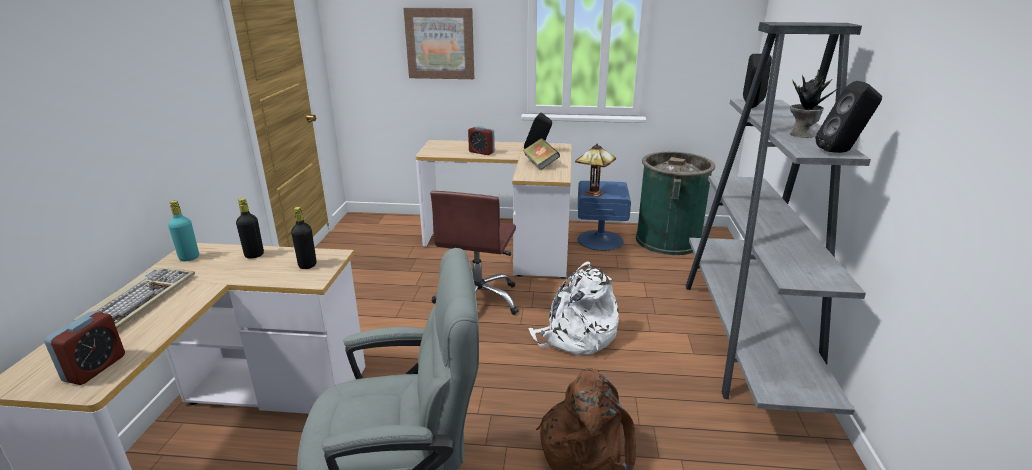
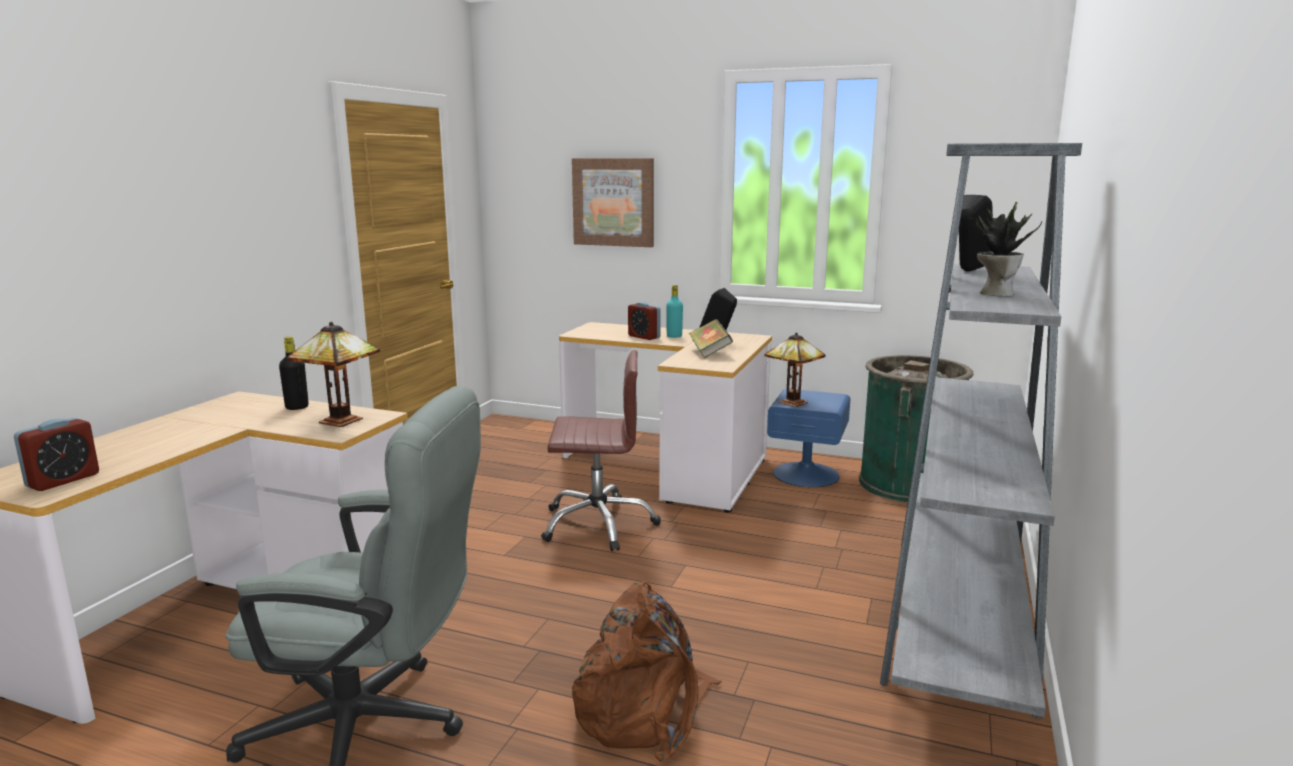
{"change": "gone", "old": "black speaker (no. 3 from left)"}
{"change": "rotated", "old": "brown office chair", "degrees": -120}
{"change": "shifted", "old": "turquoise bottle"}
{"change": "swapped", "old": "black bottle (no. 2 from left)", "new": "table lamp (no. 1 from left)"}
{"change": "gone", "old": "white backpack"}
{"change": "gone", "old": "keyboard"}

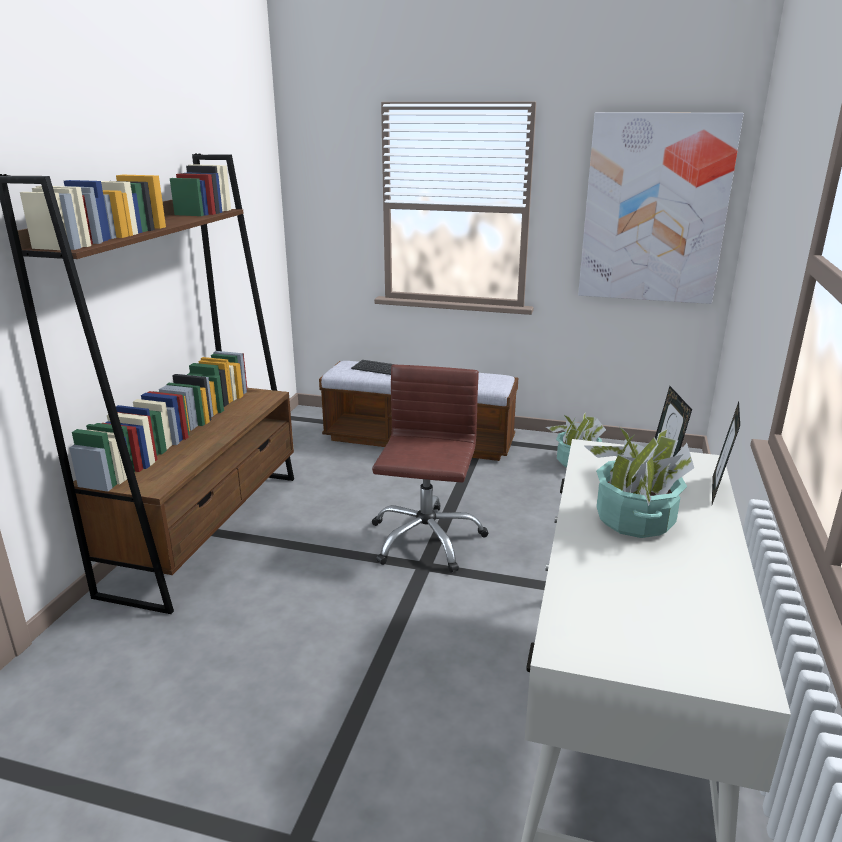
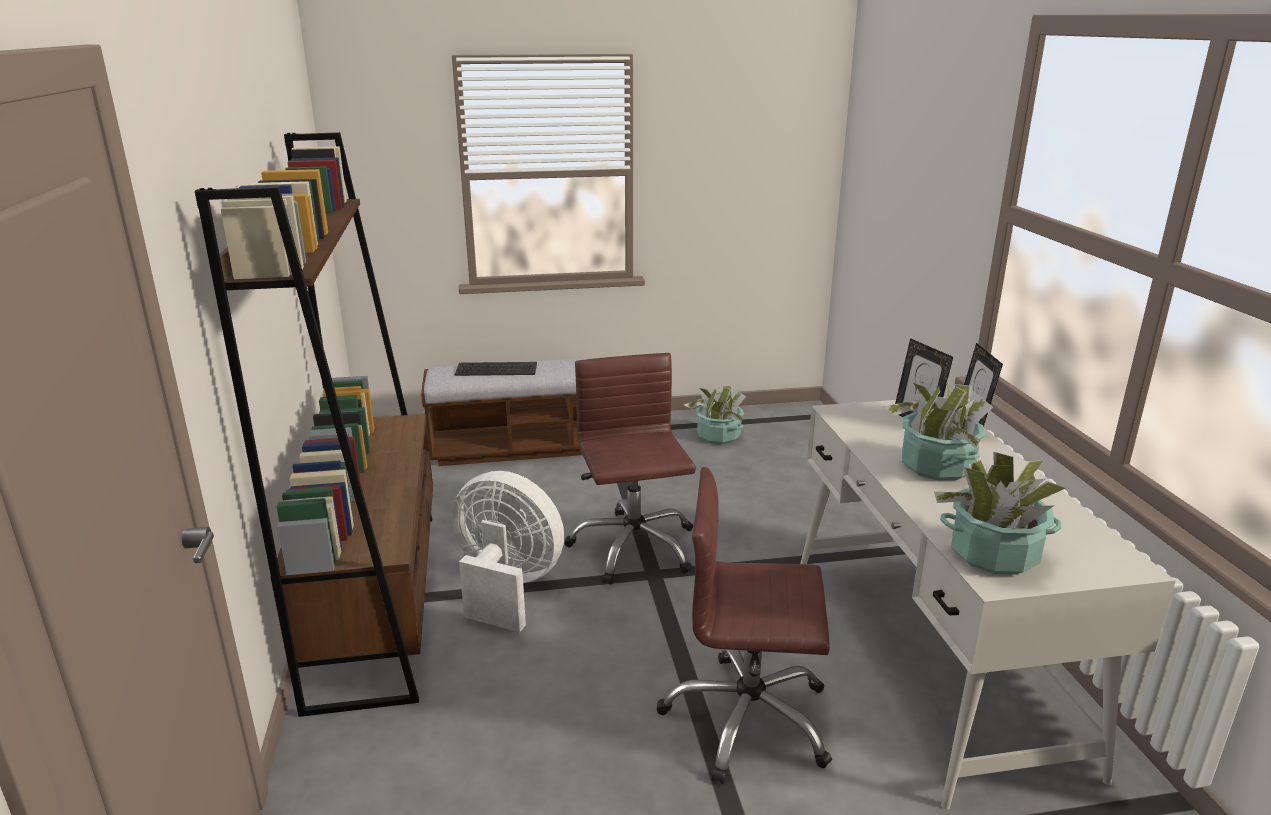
{"change": "gone", "old": "picture"}
{"change": "new", "new": "potted plant (no. 3 from left)"}
{"change": "new", "new": "brown office chair (no. 2 from left)"}
{"change": "new", "new": "white fan"}

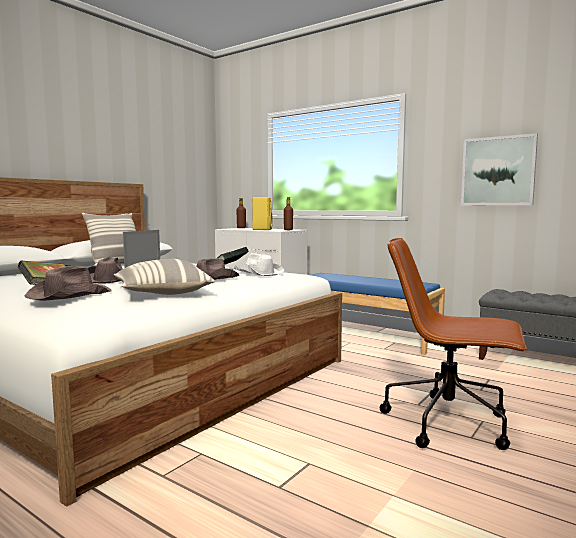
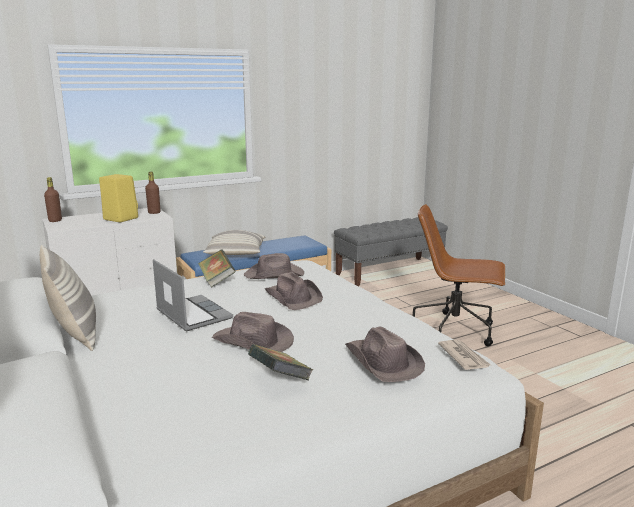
{"change": "gone", "old": "picture"}
{"change": "rotated", "old": "brown office chair", "degrees": 60}
{"change": "repainted", "old": "white hat", "new": "brown hat (no. 2 from left)"}
{"change": "shifted", "old": "pillow (no. 2 from left)"}
{"change": "new", "new": "newspaper"}

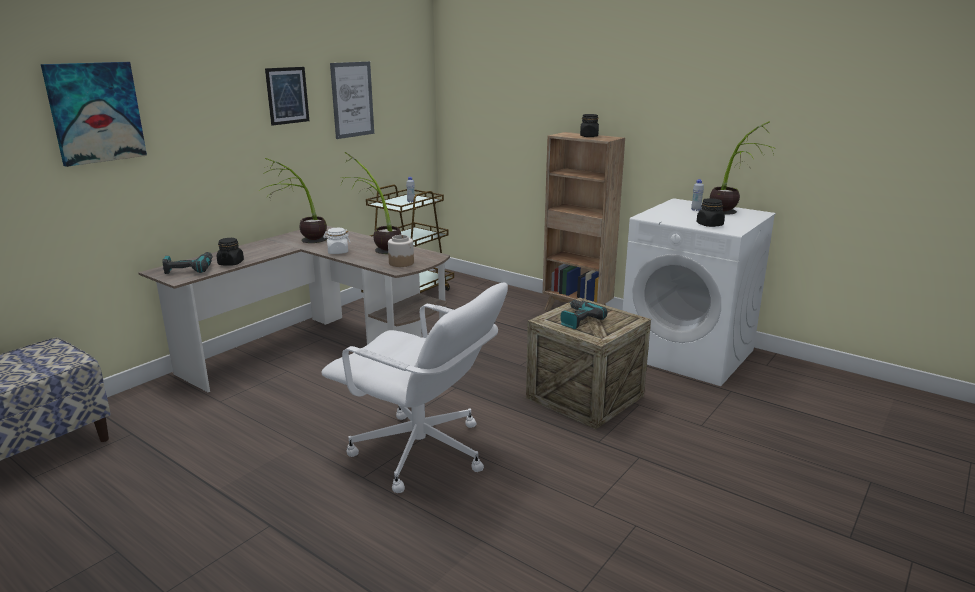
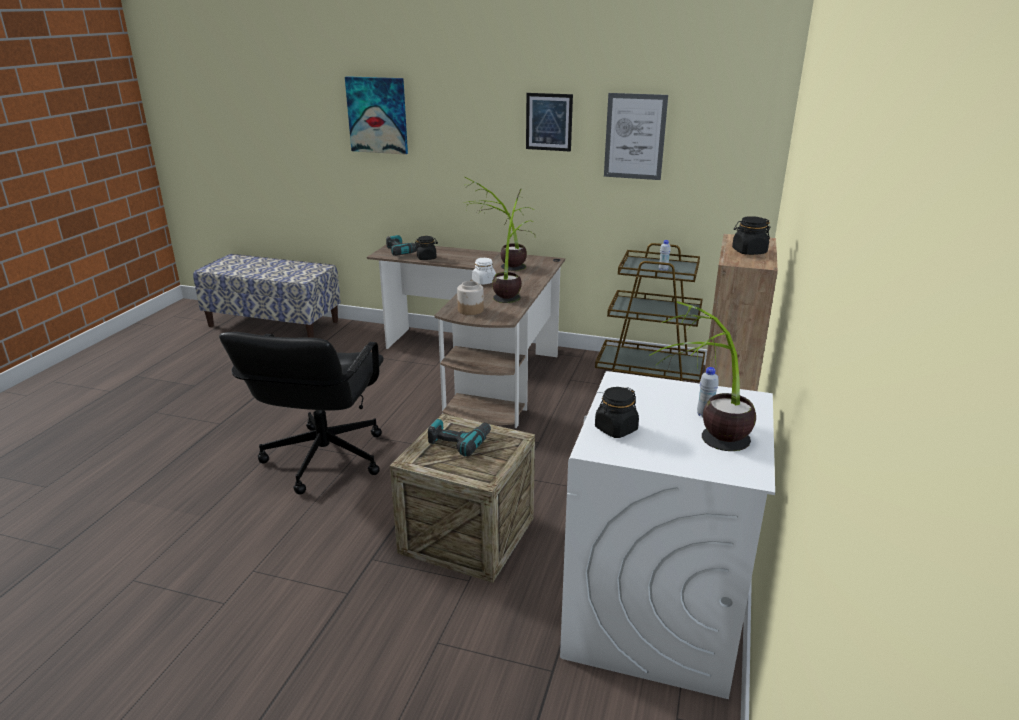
{"change": "repainted", "old": "white office chair", "new": "black office chair"}

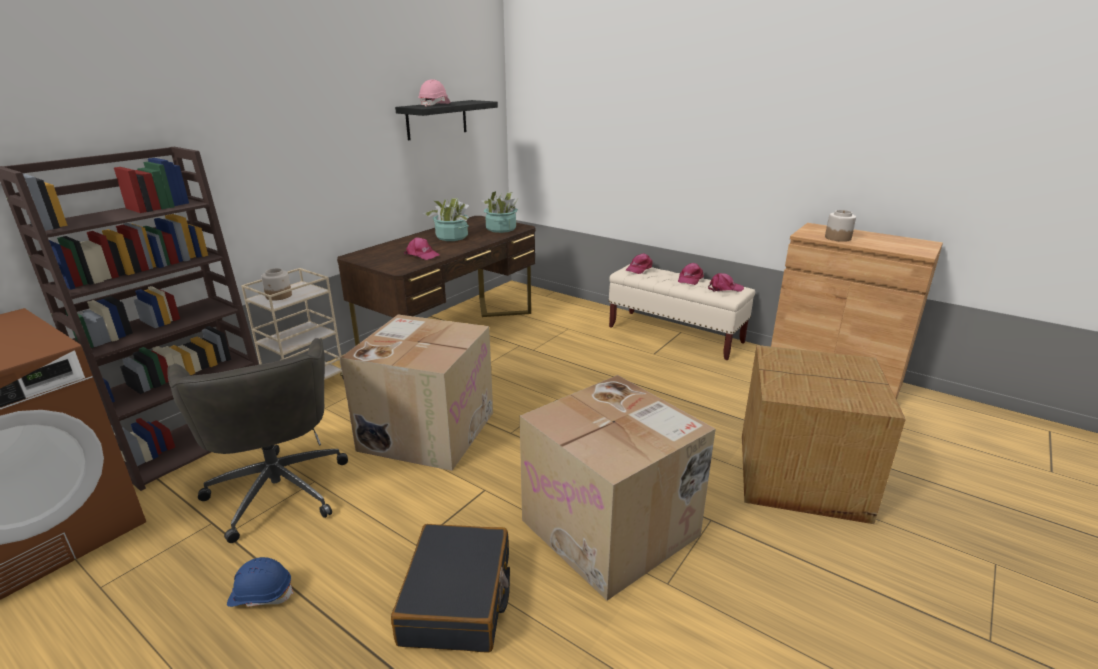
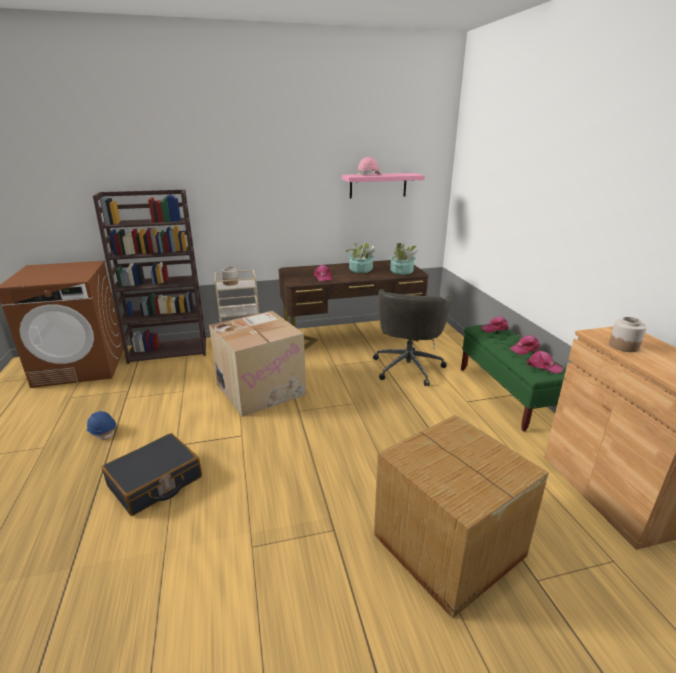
{"change": "repainted", "old": "black shelf", "new": "pink shelf"}
{"change": "repainted", "old": "beige bench", "new": "green bench"}
{"change": "shifted", "old": "grey office chair"}
{"change": "gone", "old": "cardboard box (no. 2 from left)"}

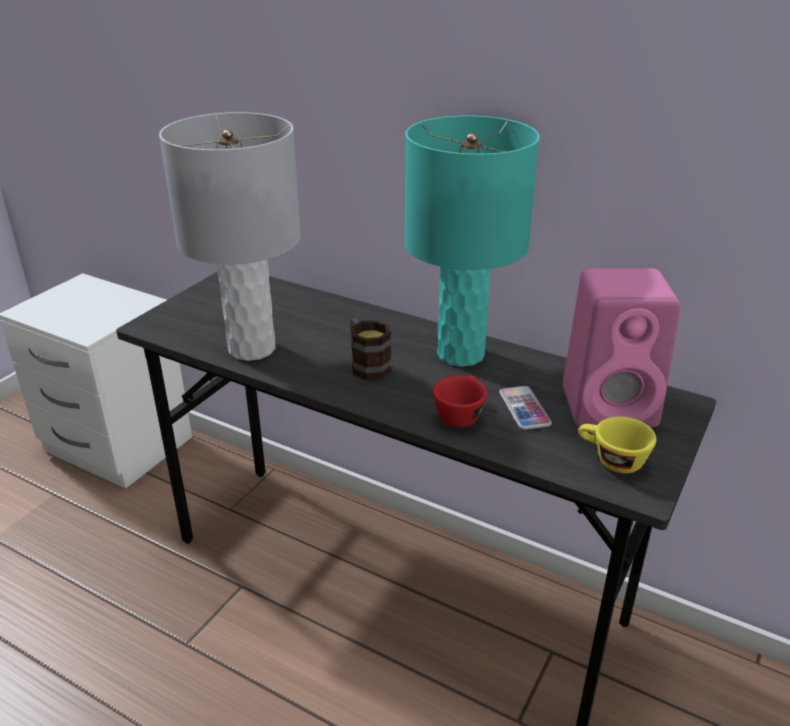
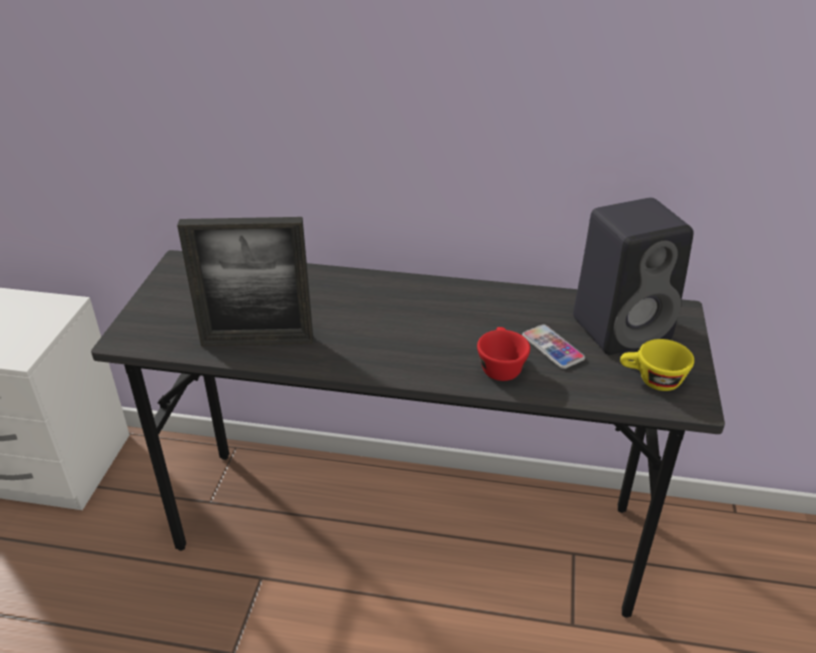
{"change": "swapped", "old": "grey table lamp", "new": "picture frame"}
{"change": "gone", "old": "turquoise table lamp"}
{"change": "repainted", "old": "pink speaker", "new": "black speaker"}
{"change": "gone", "old": "mug"}

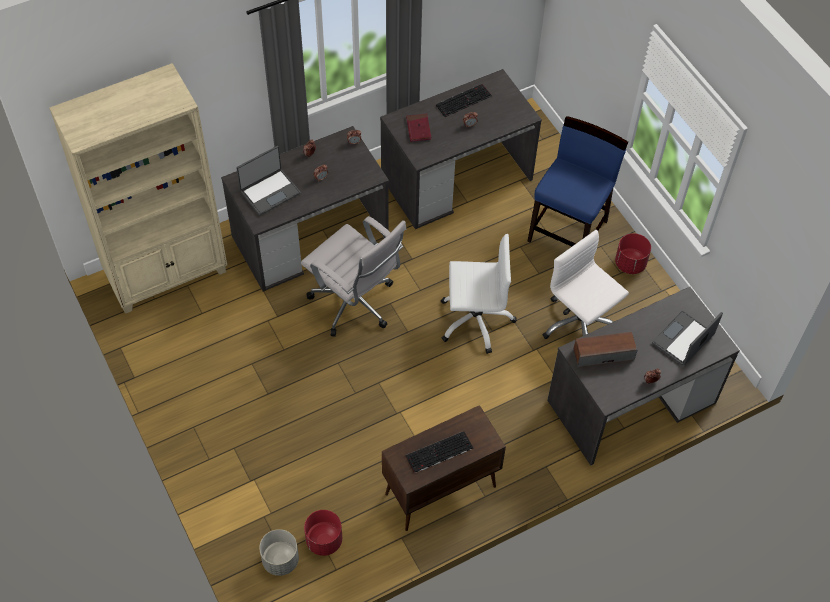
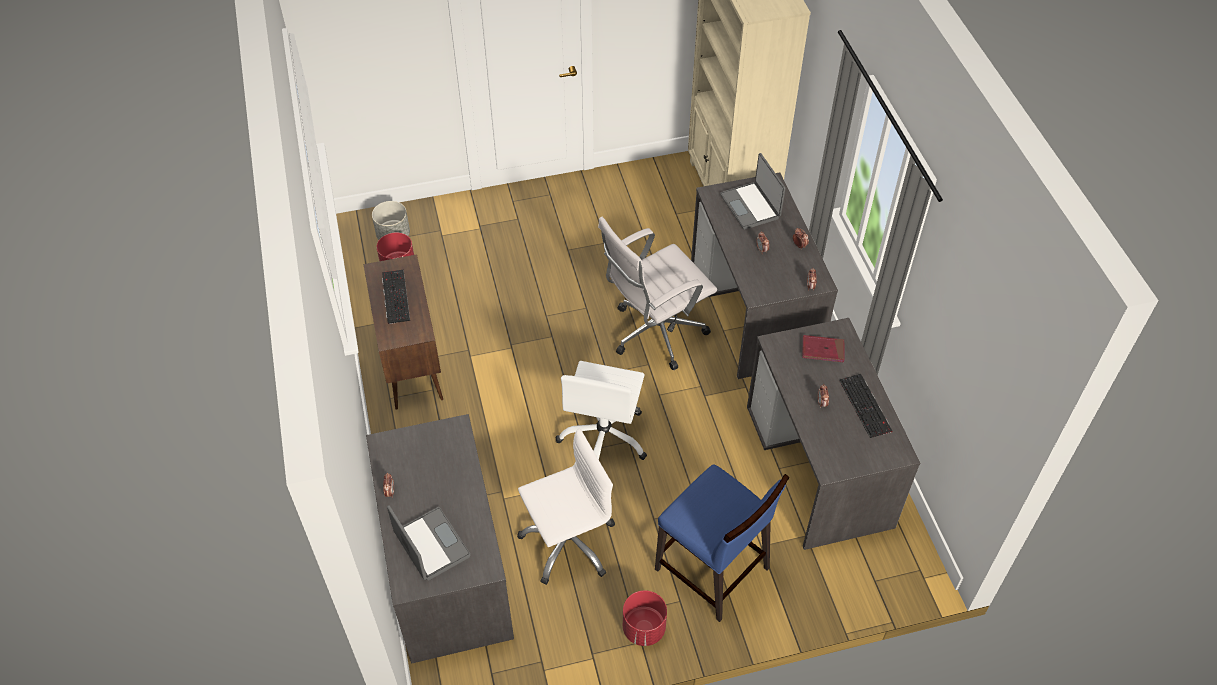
{"change": "gone", "old": "speaker"}

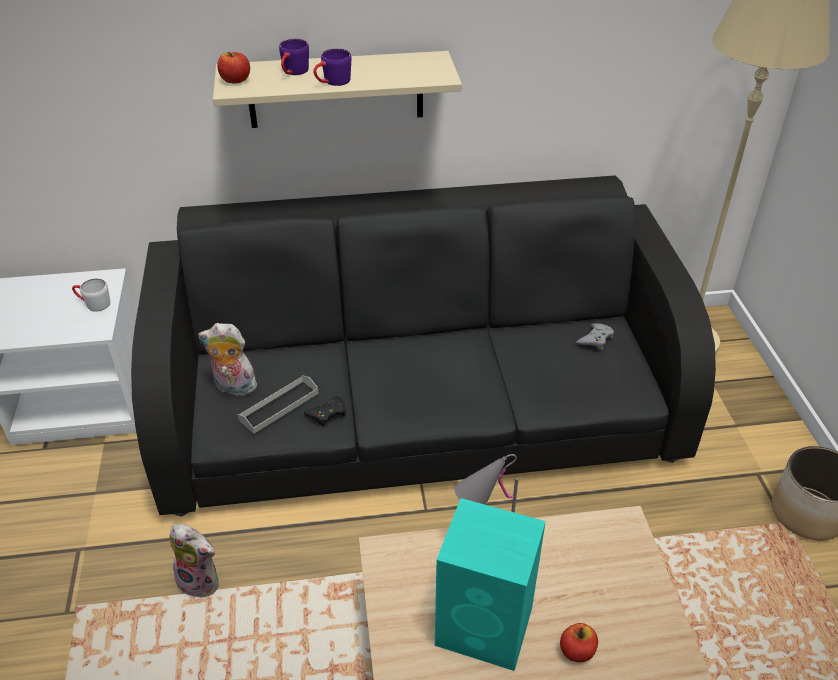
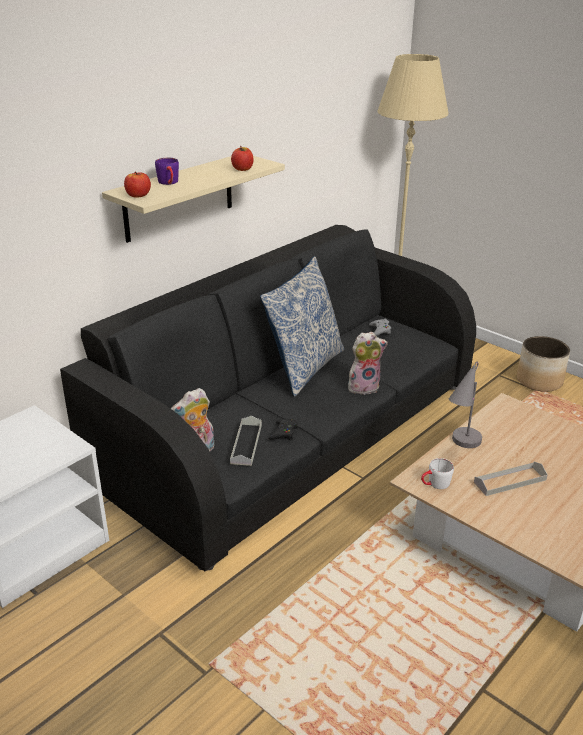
{"change": "gone", "old": "purple mug (no. 2 from left)"}
{"change": "shifted", "old": "white mug"}
{"change": "swapped", "old": "turquoise speaker", "new": "grey tray (no. 2 from left)"}
{"change": "shifted", "old": "plush toy (no. 1 from left in the first image)", "new": "plush toy (no. 2 from left)"}
{"change": "shifted", "old": "apple (no. 2 from left)"}
{"change": "new", "new": "pillow"}

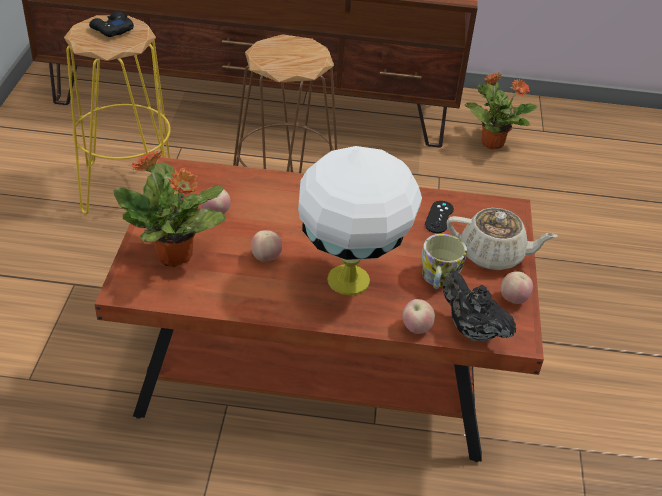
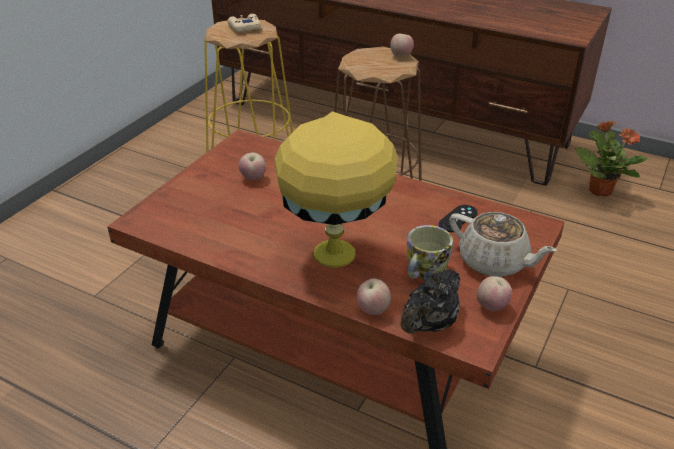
{"change": "repainted", "old": "black game controller (no. 1 from left)", "new": "beige game controller"}
{"change": "repainted", "old": "white table lamp", "new": "yellow table lamp"}
{"change": "gone", "old": "potted plant (no. 1 from left)"}
{"change": "shifted", "old": "apple (no. 2 from left in the first image)", "new": "apple (no. 3 from left)"}
{"change": "rotated", "old": "black teapot", "degrees": -120}

